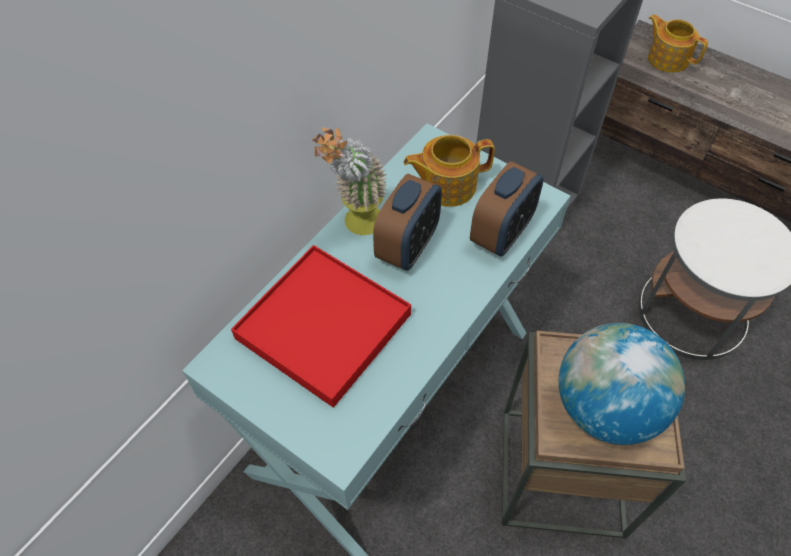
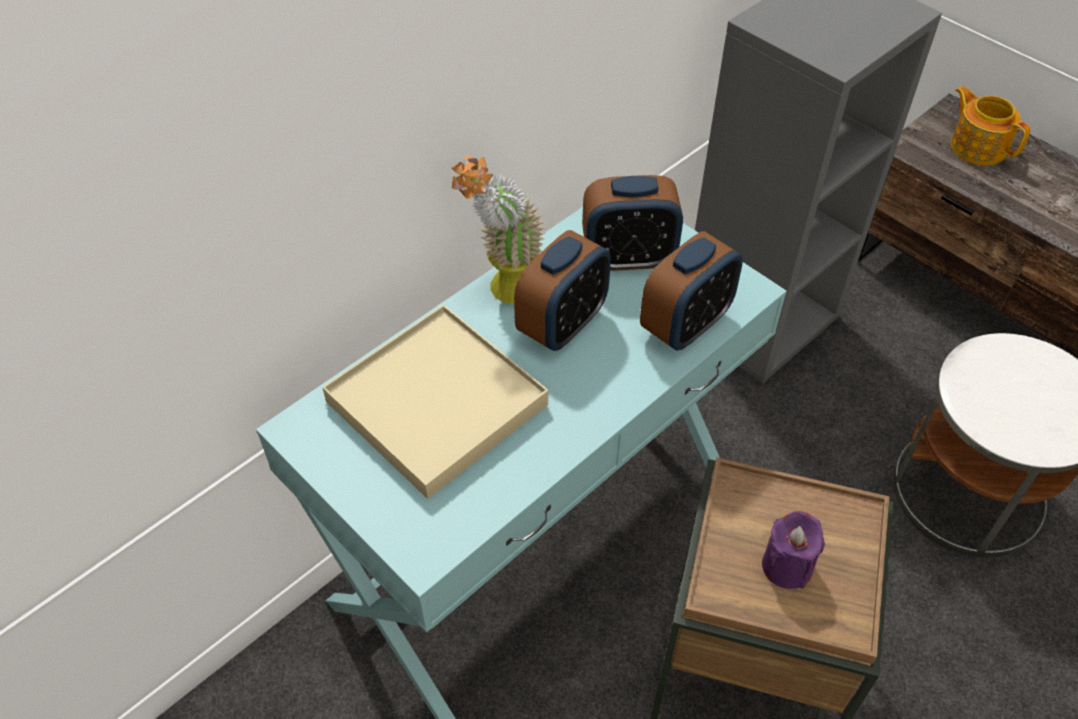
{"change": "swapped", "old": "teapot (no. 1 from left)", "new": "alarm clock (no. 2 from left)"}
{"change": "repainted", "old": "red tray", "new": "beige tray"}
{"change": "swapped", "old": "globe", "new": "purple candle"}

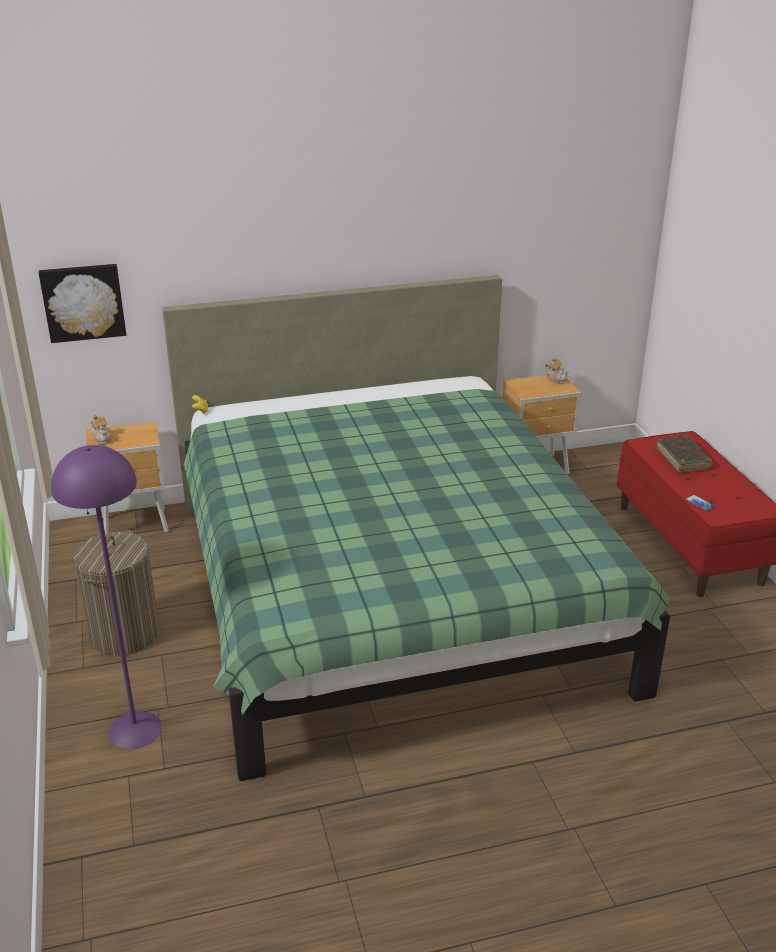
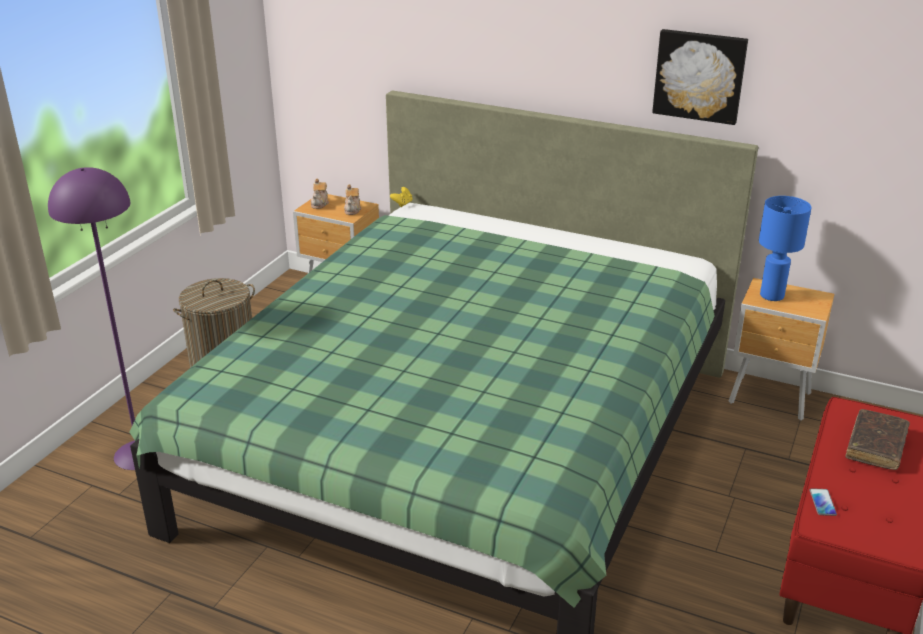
{"change": "shifted", "old": "picture"}
{"change": "shifted", "old": "teapot (no. 2 from left)"}
{"change": "new", "new": "blue table lamp"}

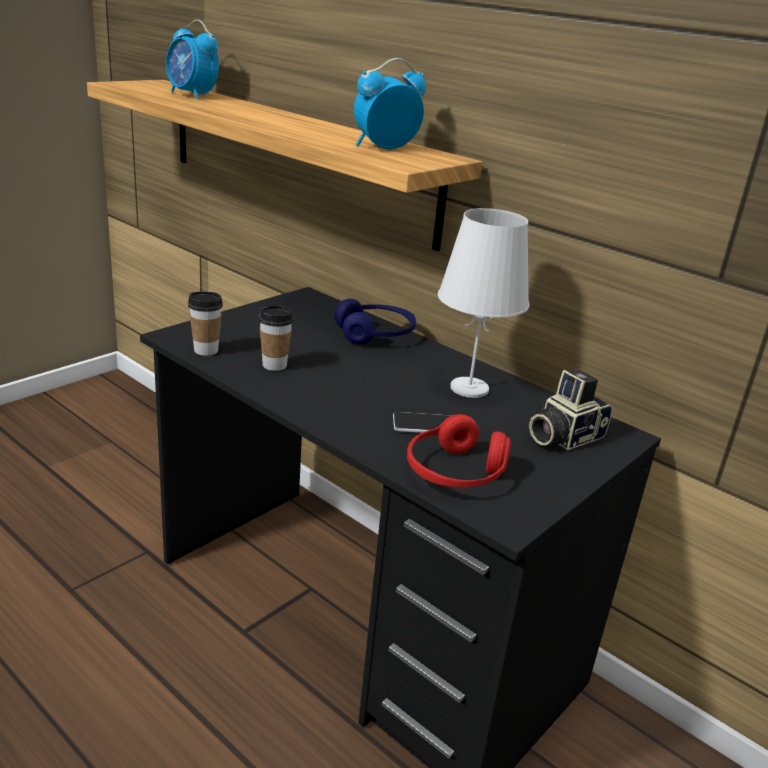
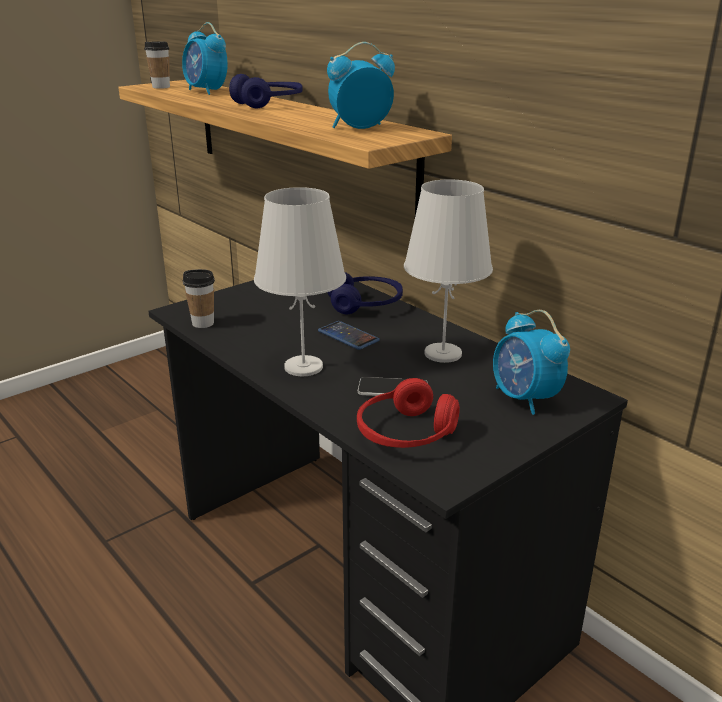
{"change": "shifted", "old": "cup (no. 2 from left in the first image)", "new": "cup (no. 1 from left)"}
{"change": "swapped", "old": "photo camera", "new": "alarm clock (no. 3 from left)"}
{"change": "new", "new": "blue headphones (no. 1 from left)"}
{"change": "new", "new": "white table lamp (no. 1 from left)"}
{"change": "new", "new": "phone (no. 1 from left)"}

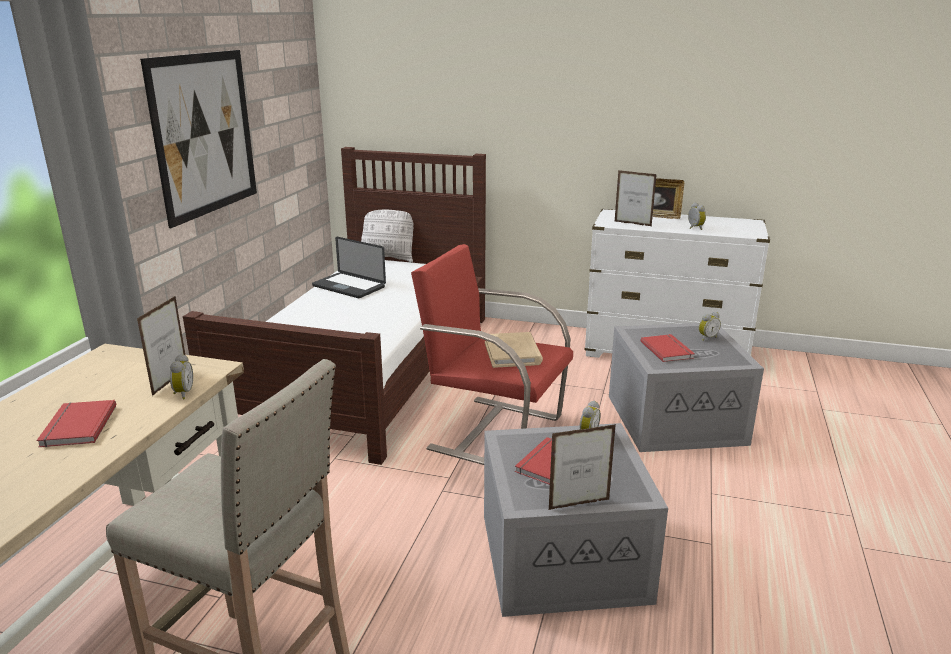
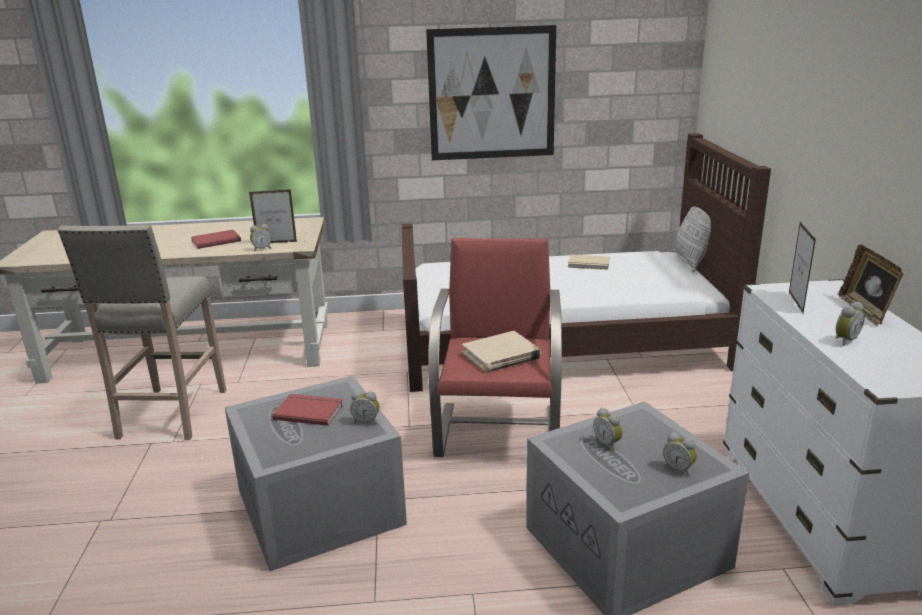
{"change": "swapped", "old": "laptop", "new": "beige book (no. 2 from left)"}
{"change": "swapped", "old": "red book (no. 3 from left)", "new": "alarm clock (no. 3 from left)"}
{"change": "gone", "old": "picture frame (no. 2 from left)"}

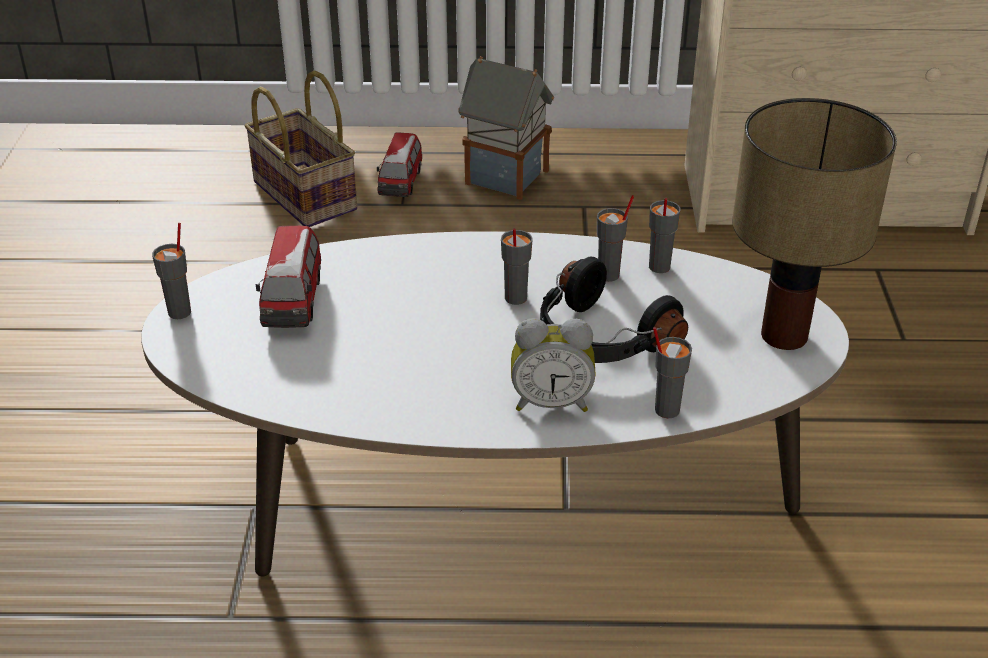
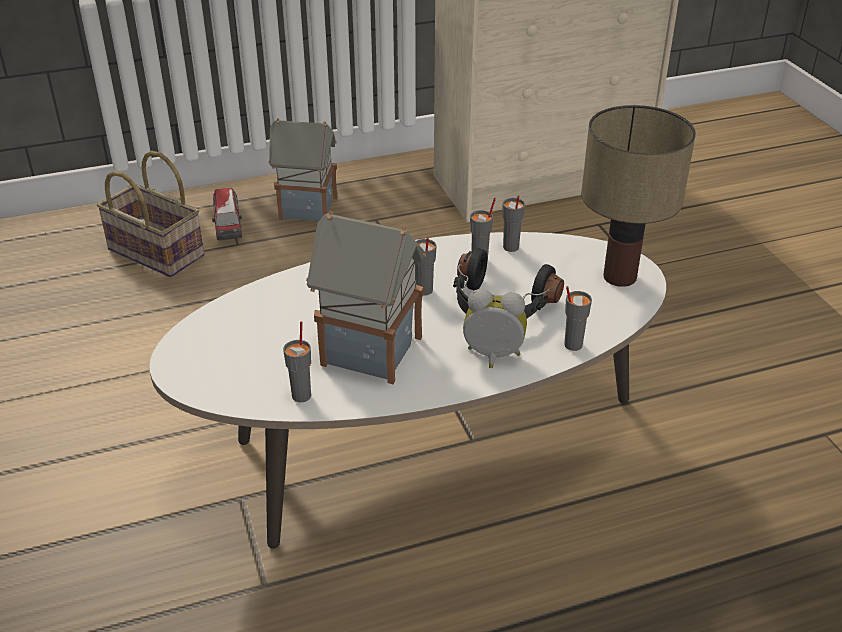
{"change": "shifted", "old": "grey cup (no. 1 from left)"}
{"change": "gone", "old": "toy car (no. 1 from left)"}
{"change": "rotated", "old": "alarm clock", "degrees": -150}
{"change": "new", "new": "toy house (no. 2 from left)"}

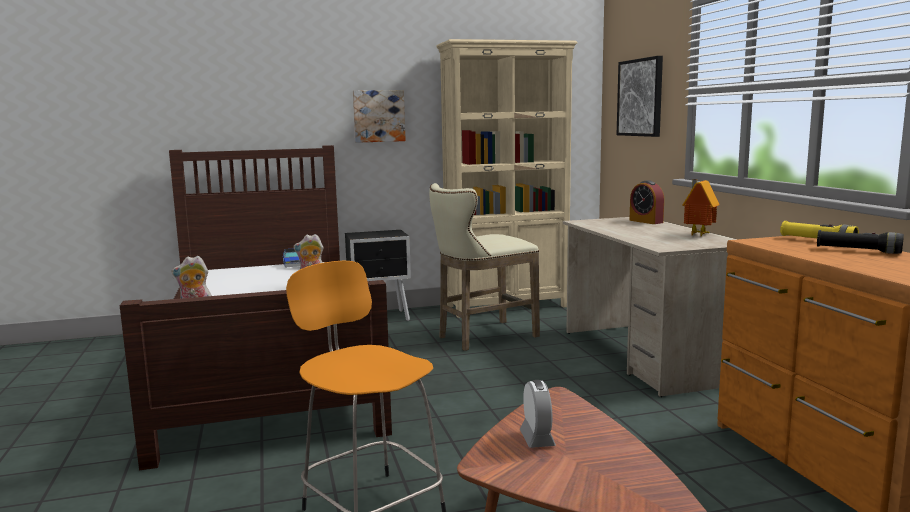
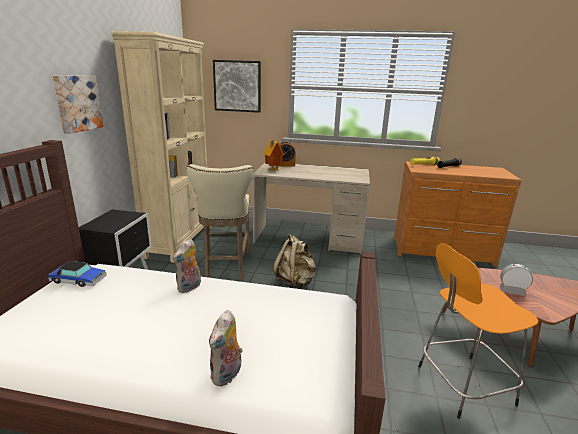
{"change": "shifted", "old": "toy house"}
{"change": "new", "new": "beige backpack"}

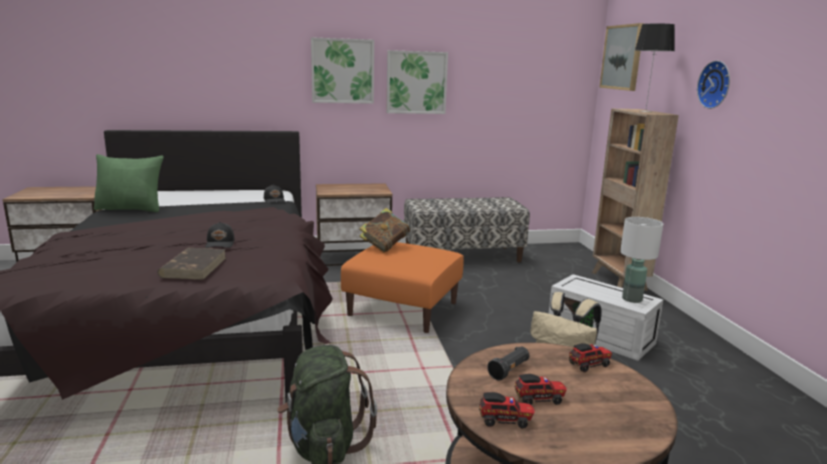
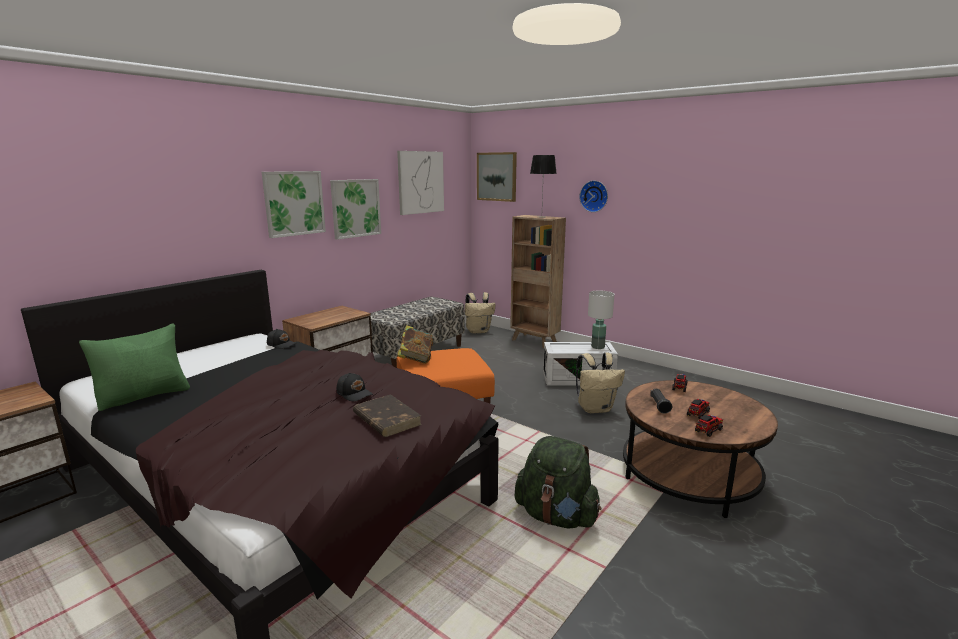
{"change": "new", "new": "picture (no. 3 from left)"}
{"change": "new", "new": "beige backpack (no. 1 from left)"}

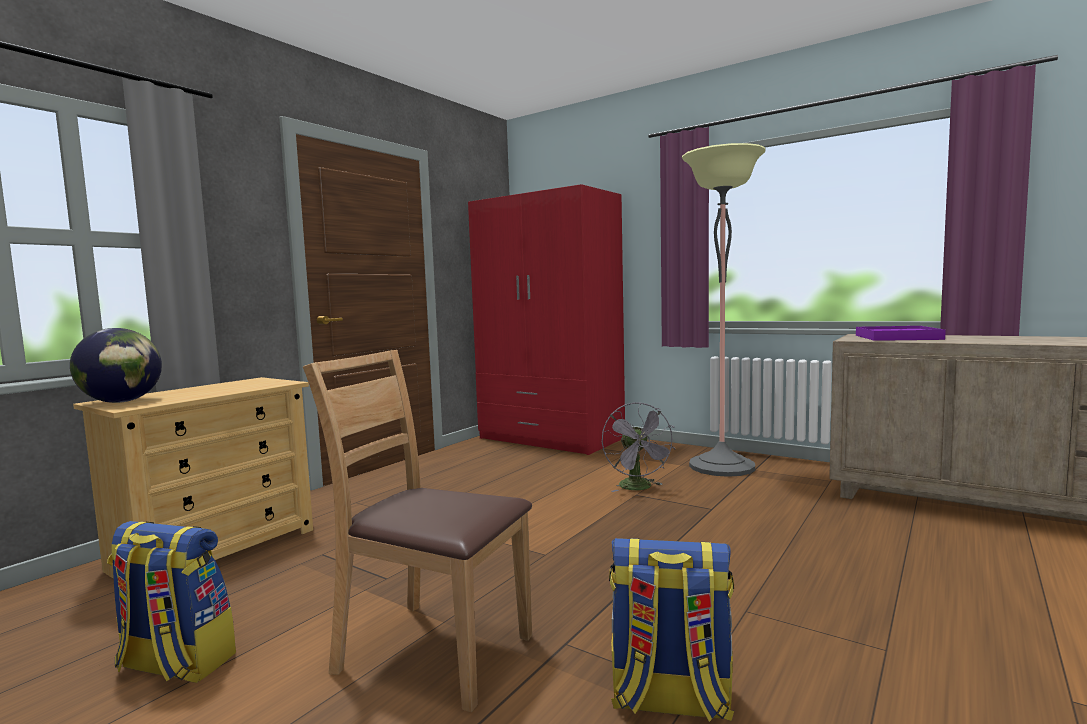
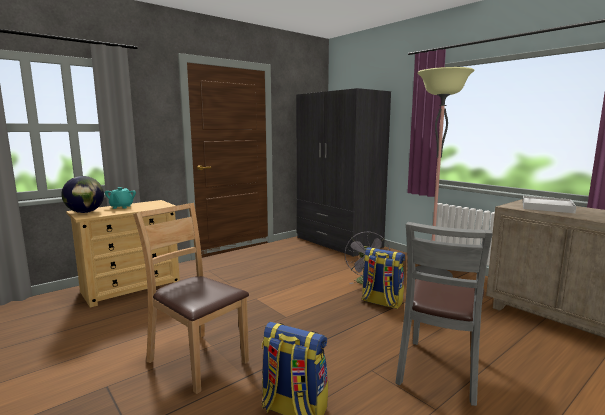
{"change": "repainted", "old": "red wardrobe", "new": "grey wardrobe"}
{"change": "repainted", "old": "purple tray", "new": "white tray"}
{"change": "shifted", "old": "backpack (no. 1 from left in the first image)", "new": "backpack (no. 2 from left)"}
{"change": "new", "new": "turquoise teapot"}
{"change": "new", "new": "grey chair"}

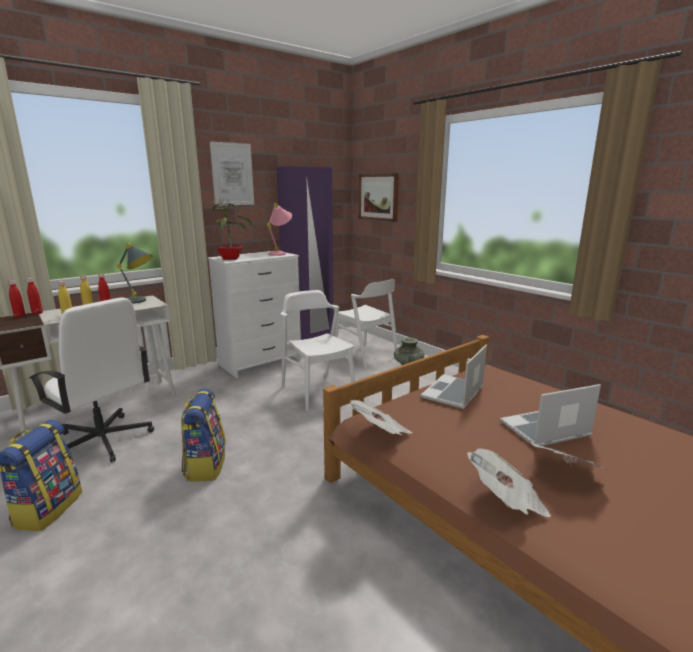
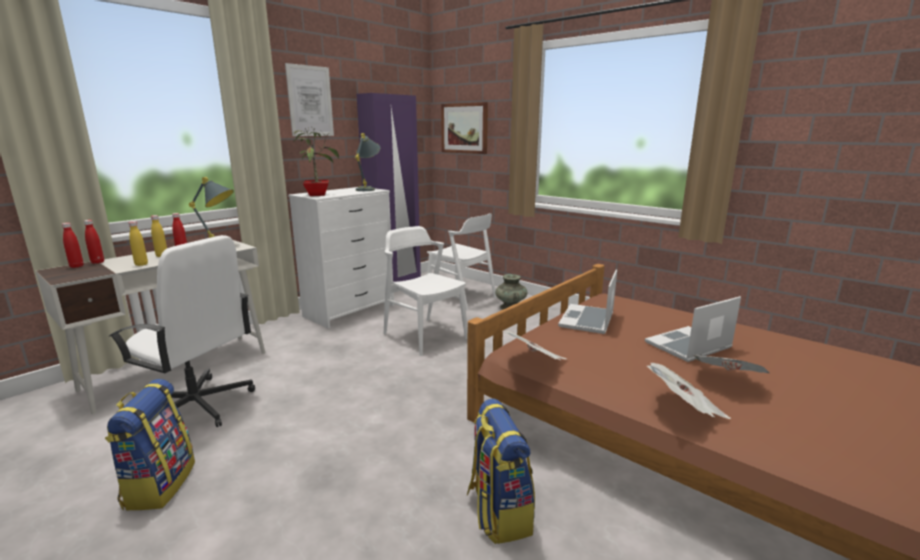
{"change": "repainted", "old": "pink table lamp", "new": "grey table lamp (no. 2 from left)"}
{"change": "shifted", "old": "backpack (no. 2 from left)"}

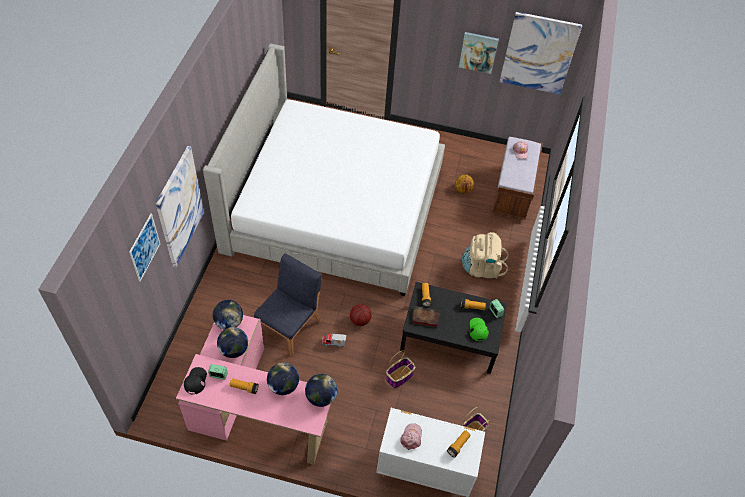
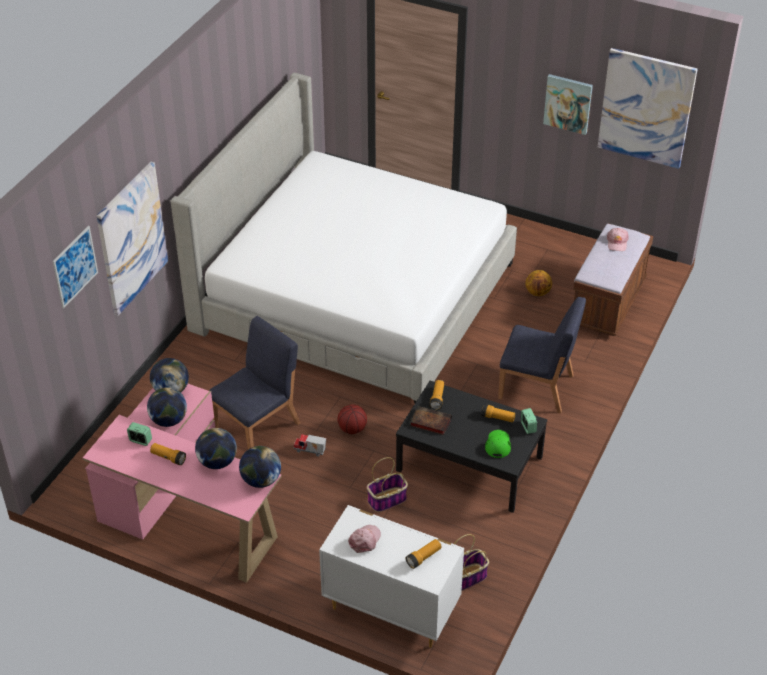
{"change": "swapped", "old": "beige backpack", "new": "blue chair (no. 2 from left)"}
{"change": "gone", "old": "black cap"}

